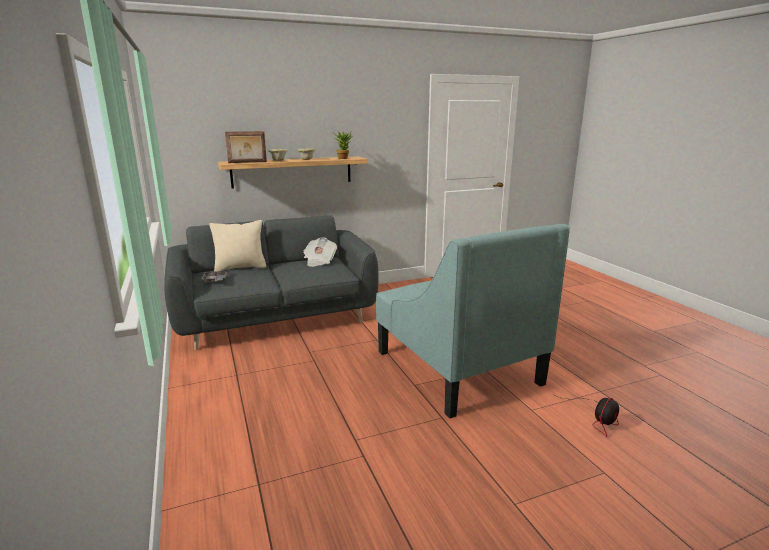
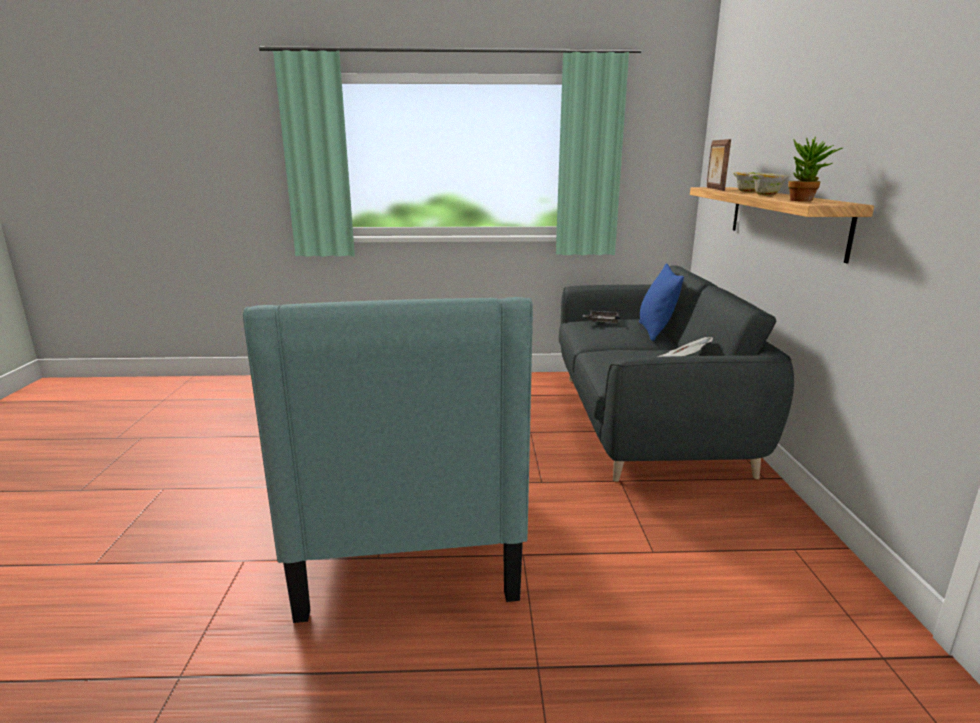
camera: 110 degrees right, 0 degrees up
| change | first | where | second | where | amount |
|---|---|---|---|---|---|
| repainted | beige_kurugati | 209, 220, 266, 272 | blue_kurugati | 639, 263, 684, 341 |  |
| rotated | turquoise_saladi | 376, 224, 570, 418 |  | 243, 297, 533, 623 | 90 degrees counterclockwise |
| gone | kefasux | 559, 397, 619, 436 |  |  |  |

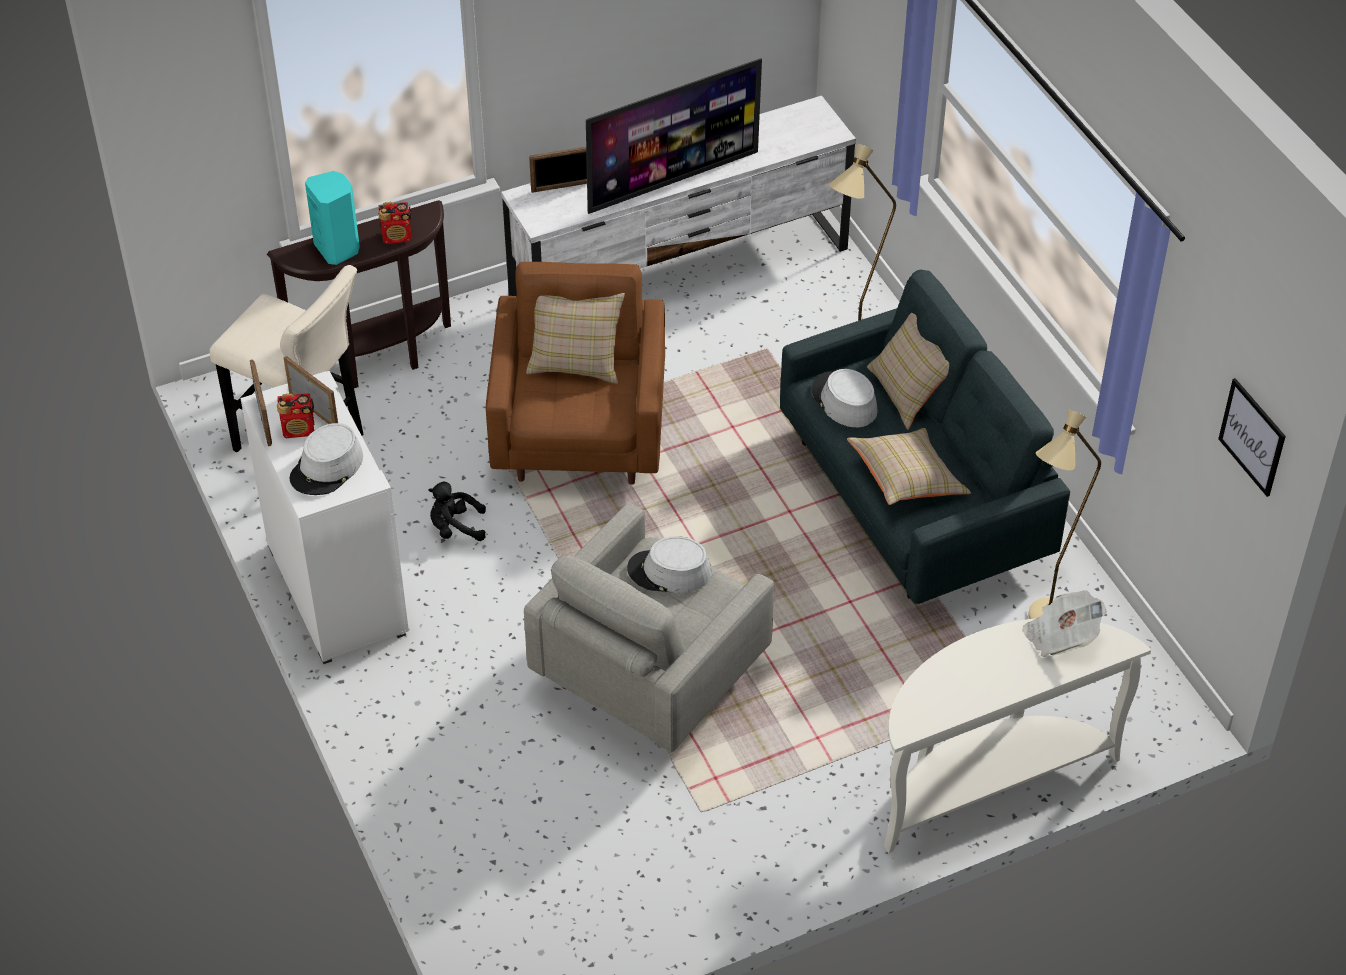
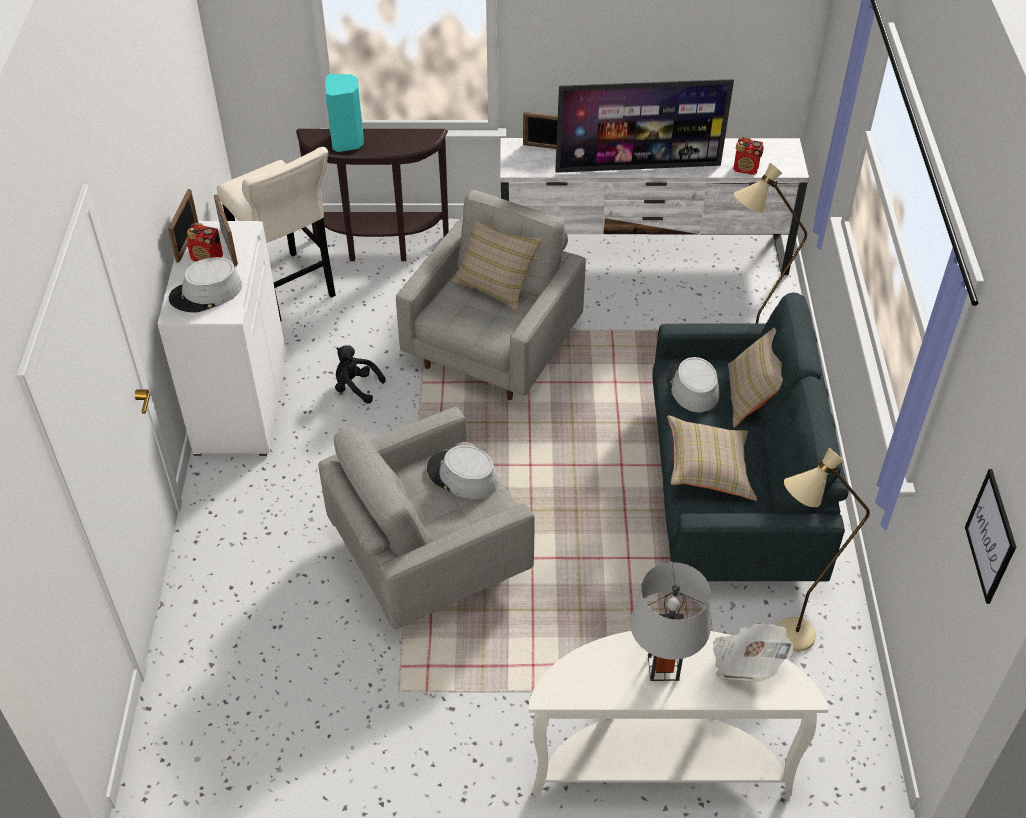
camera: 25 degrees right, 0 degrees up
| change | first | where | second | where | amount |
|---|---|---|---|---|---|
| shifted | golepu | 378, 202, 412, 244 |  | 733, 137, 764, 175 |  |
| repainted | brown_saladi | 486, 262, 665, 485 | grey_saladi | 396, 190, 586, 400 |  |
| new |  |  | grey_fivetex | 630, 562, 710, 681 |  |

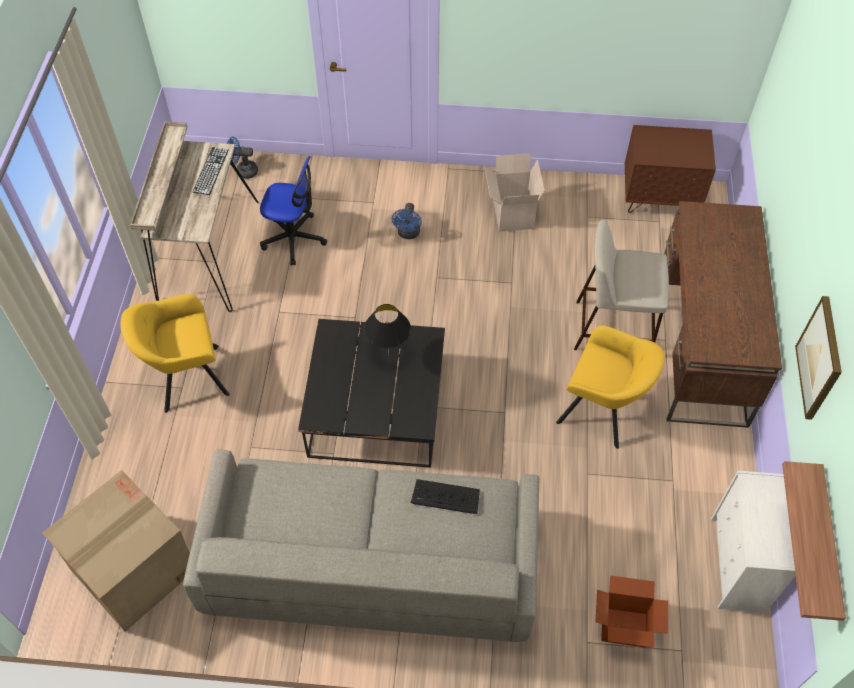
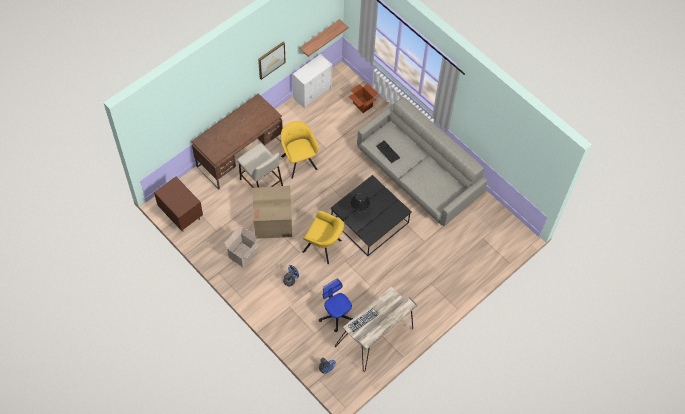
camera: 140 degrees left, 5 degrees up
| change | first | where | second | where | amount |
|---|---|---|---|---|---|
| shifted | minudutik | 42, 470, 190, 631 |  | 253, 186, 292, 239 |  |
| shifted | yellow_saladi | 120, 294, 230, 413 |  | 302, 211, 344, 265 |  |

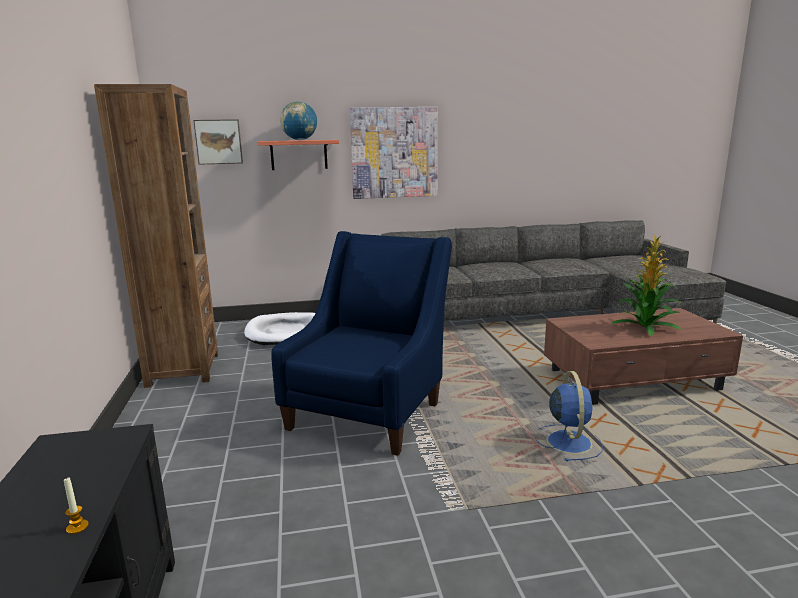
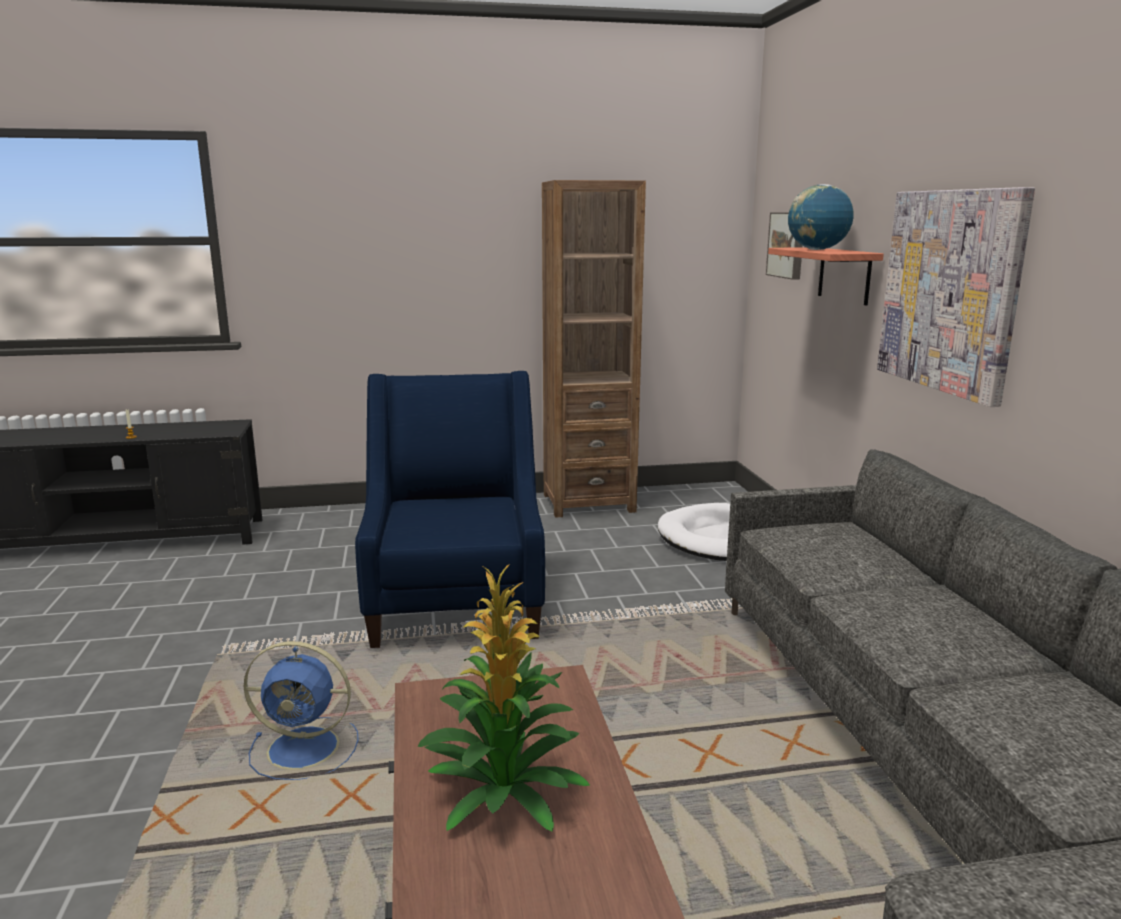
camera: 90 degrees right, 0 degrees up
| change | first | where | second | where | amount |
|---|---|---|---|---|---|
| rotated | blue_saladi | 271, 231, 452, 456 |  | 355, 371, 545, 648 | 120 degrees counterclockwise |

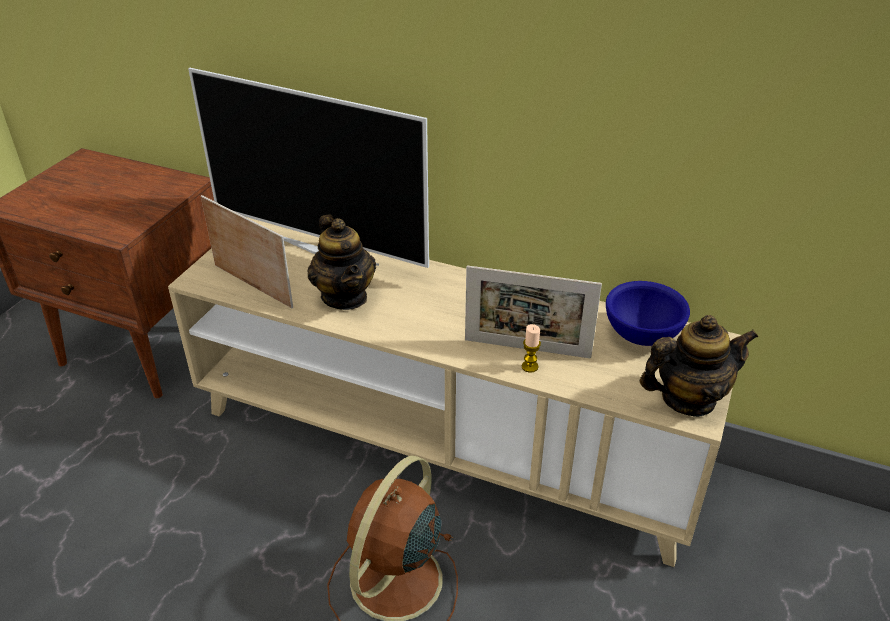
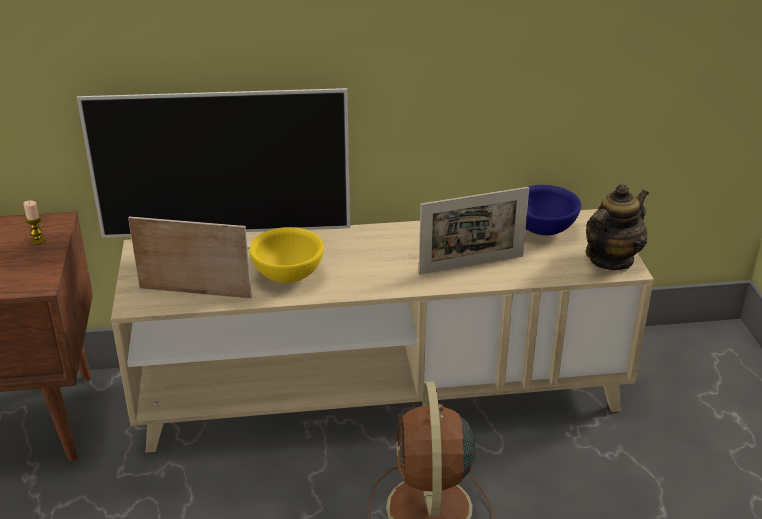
camera: 30 degrees left, 5 degrees down
| change | first | where | second | where | amount |
|---|---|---|---|---|---|
| swapped | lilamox | 308, 215, 376, 310 | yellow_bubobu | 249, 227, 324, 283 |  |
| shifted | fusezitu | 522, 324, 541, 373 |  | 23, 201, 46, 245 |  |

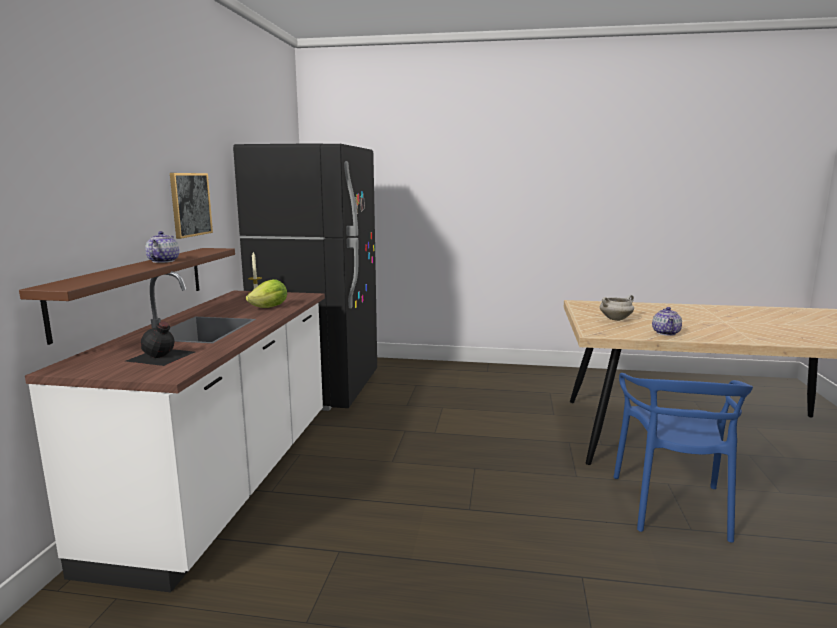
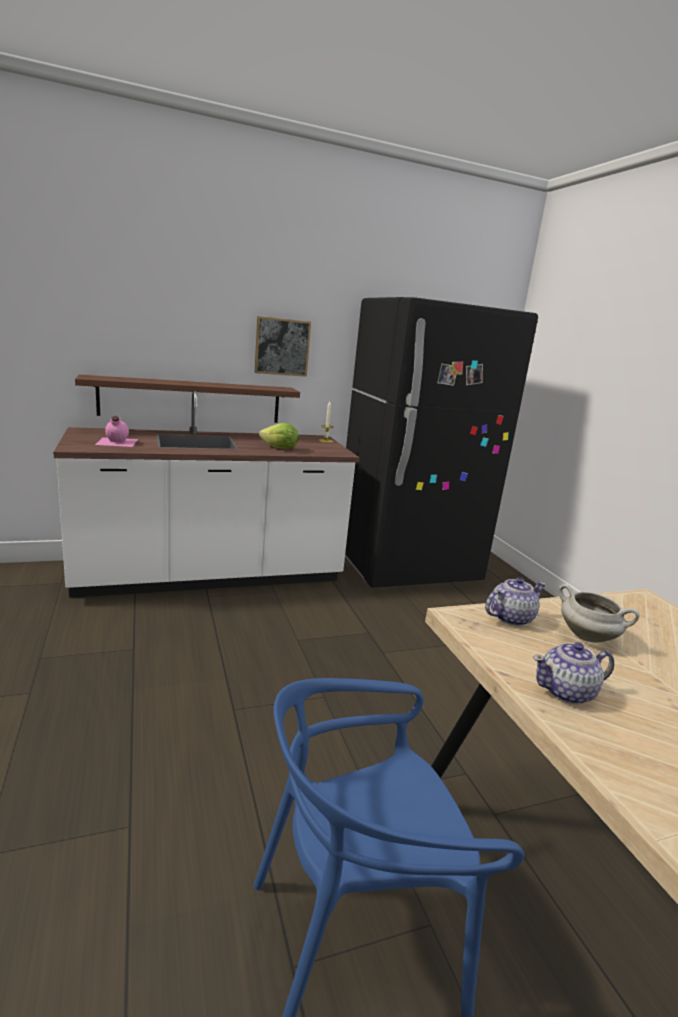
camera: 60 degrees right, 5 degrees up
| change | first | where | second | where | amount |
|---|---|---|---|---|---|
| repainted | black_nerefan | 126, 321, 195, 366 | pink_nerefan | 95, 416, 138, 447 |  |
| shifted | lilamox | 145, 231, 179, 263 |  | 485, 577, 546, 626 |  |

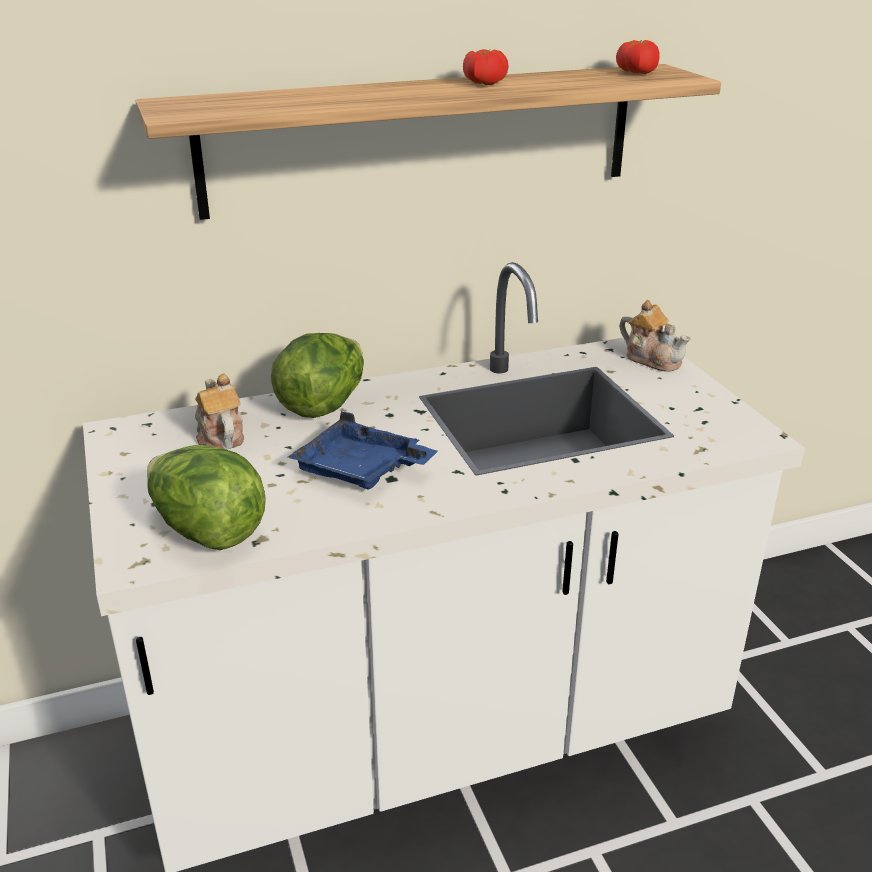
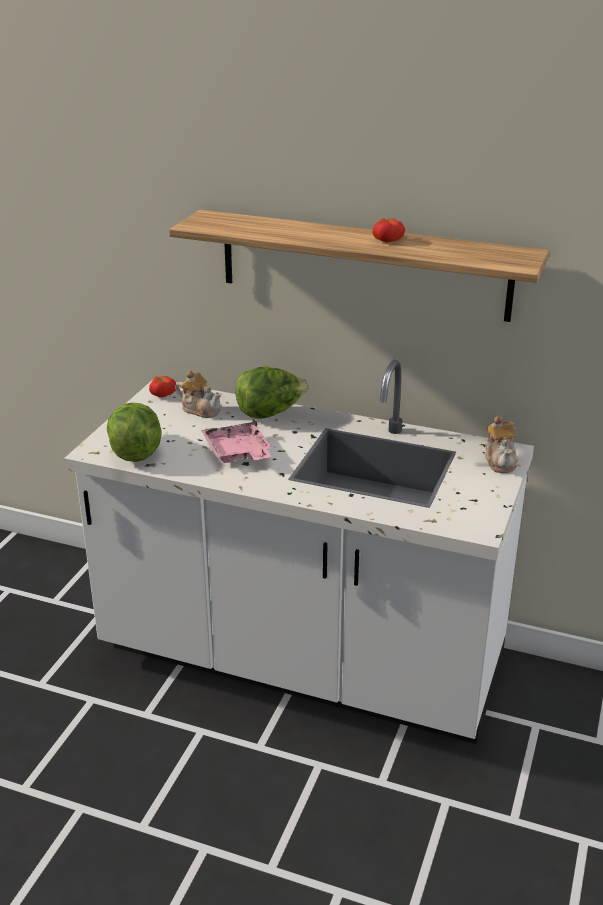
camera: 40 degrees right, 0 degrees up
| change | first | where | second | where | amount |
|---|---|---|---|---|---|
| rotated | lilamox | 195, 374, 244, 450 |  | 175, 370, 221, 418 | 105 degrees clockwise |
| repainted | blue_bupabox | 288, 411, 438, 490 | pink_bupabox | 201, 418, 272, 463 |  |
| shifted | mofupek | 616, 40, 660, 74 |  | 149, 376, 176, 397 |  |

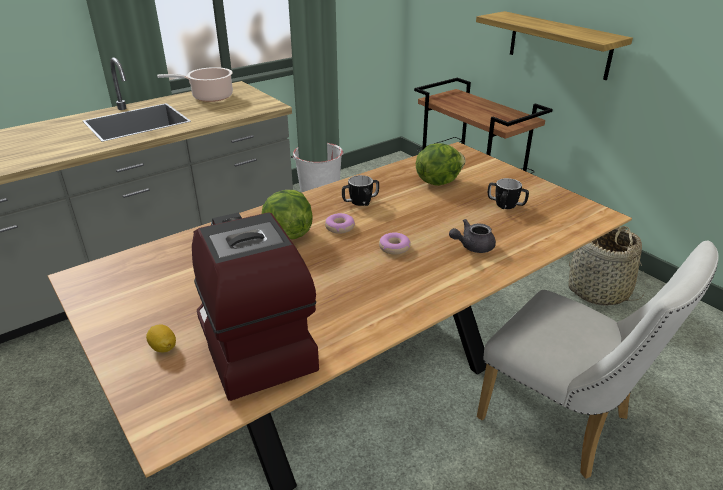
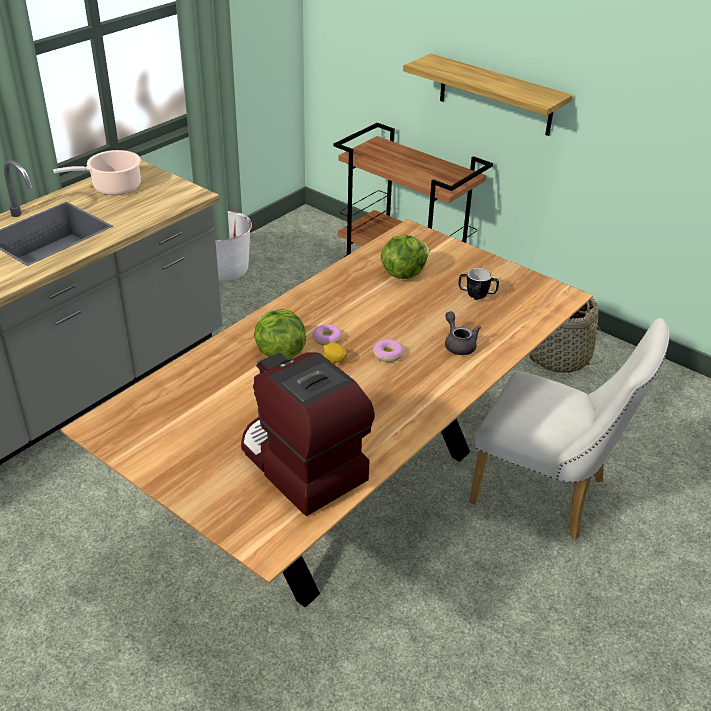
camera: 15 degrees left, 5 degrees up
| change | first | where | second | where | amount |
|---|---|---|---|---|---|
| shifted | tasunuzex | 146, 324, 176, 352 |  | 323, 342, 347, 363 |  |
| gone | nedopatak | 342, 175, 379, 206 |  |  |  |
| rotated | grey_lilamox | 449, 219, 496, 253 |  | 445, 311, 481, 355 | 105 degrees clockwise |

